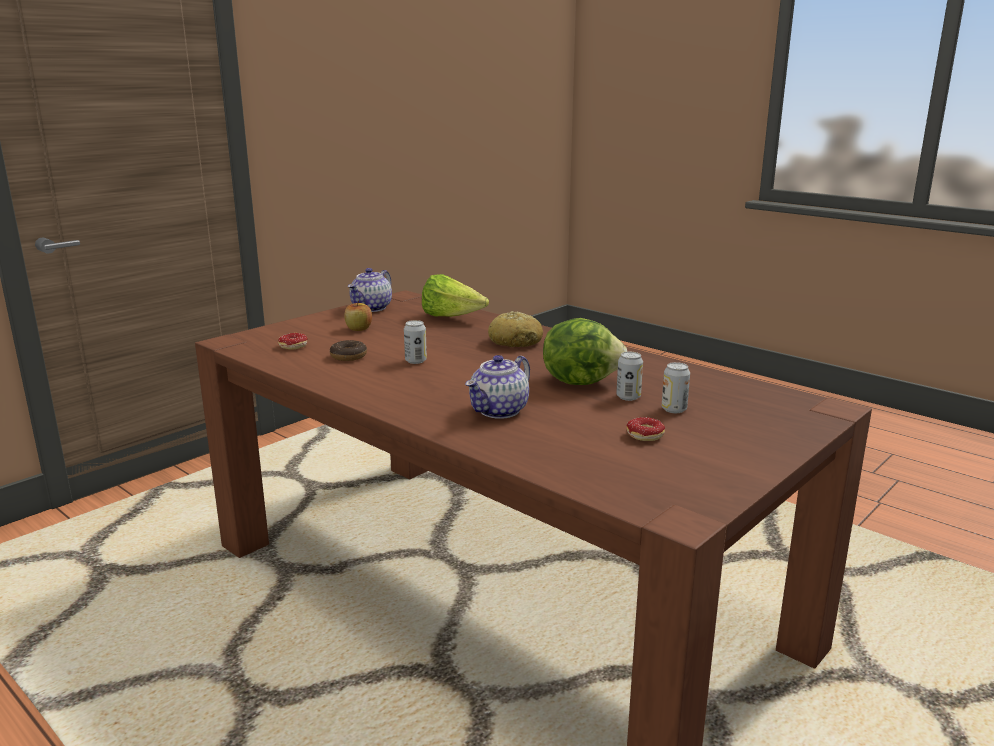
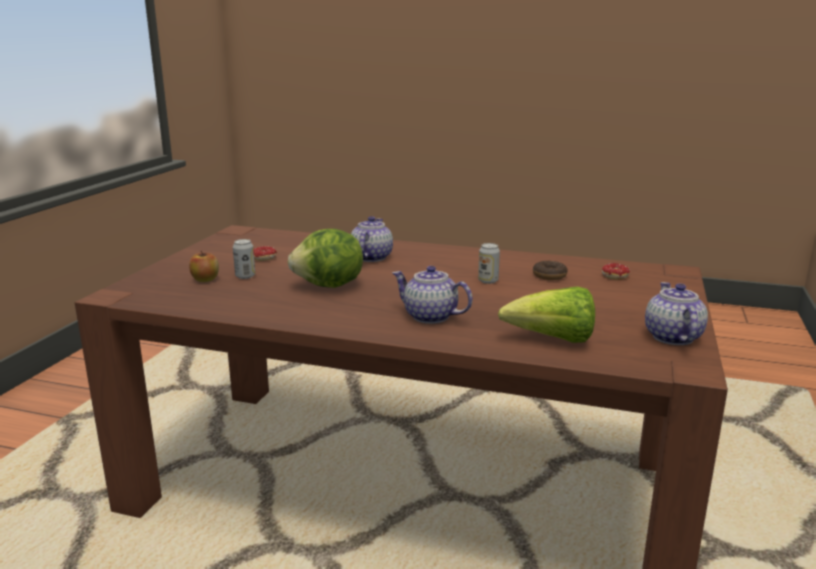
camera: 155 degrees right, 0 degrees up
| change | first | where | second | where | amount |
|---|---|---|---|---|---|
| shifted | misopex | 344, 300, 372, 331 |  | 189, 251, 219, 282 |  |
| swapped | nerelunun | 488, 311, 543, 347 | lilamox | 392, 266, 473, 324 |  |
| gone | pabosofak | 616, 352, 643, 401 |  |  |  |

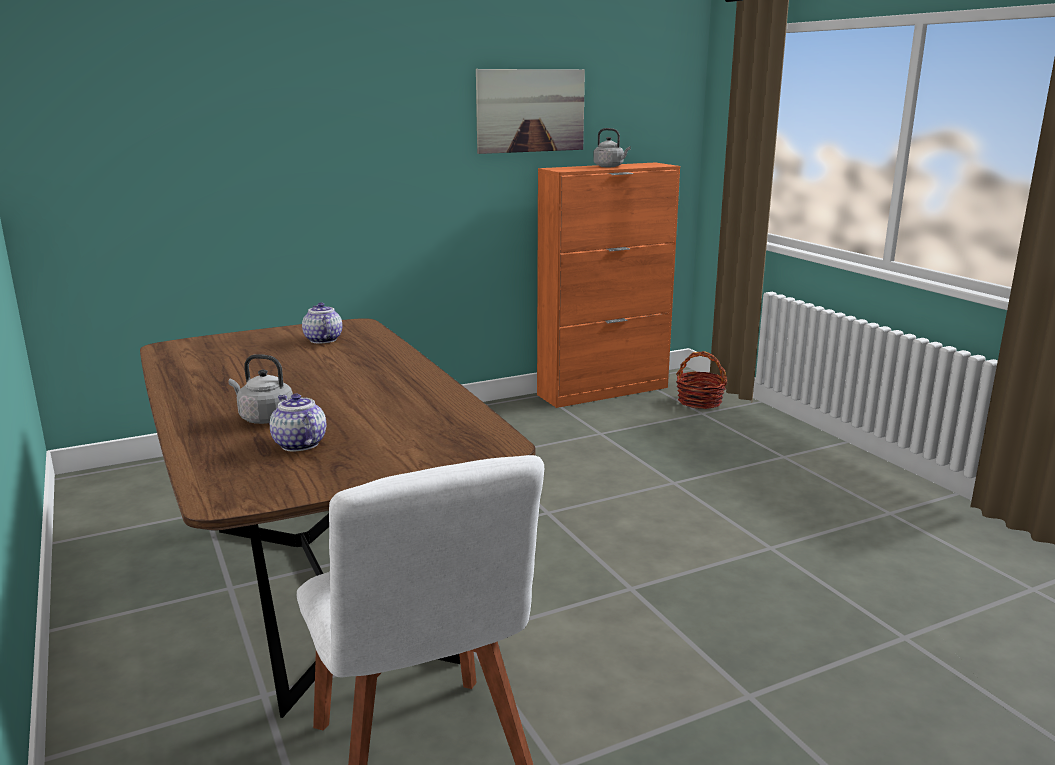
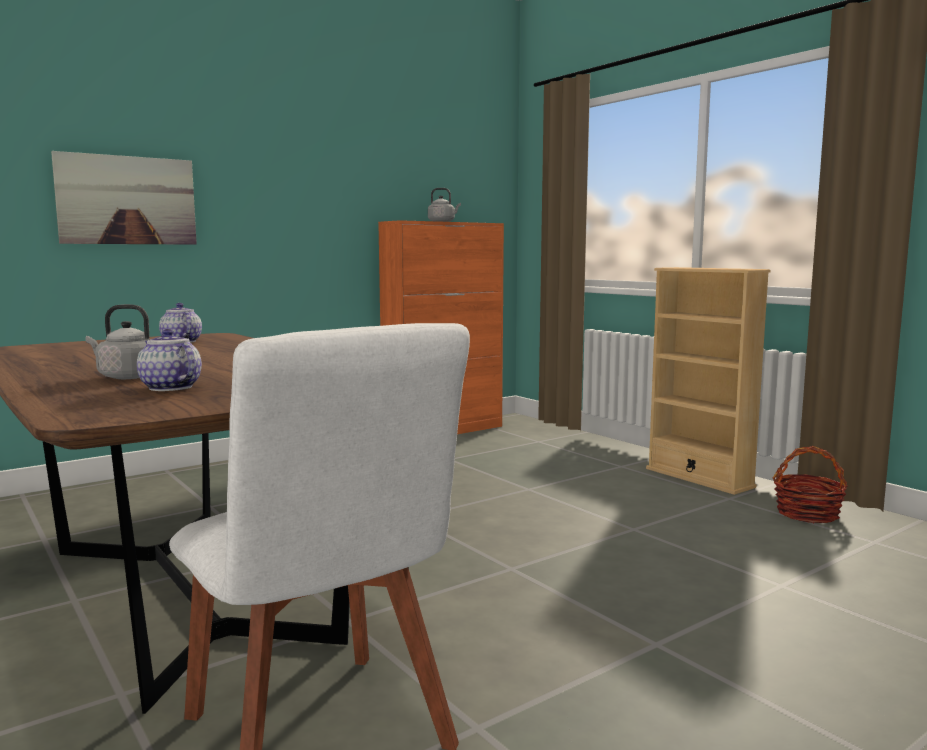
camera: 10 degrees left, 10 degrees down
| change | first | where | second | where | amount |
|---|---|---|---|---|---|
| shifted | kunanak | 476, 69, 585, 154 |  | 51, 151, 197, 245 |  |
| shifted | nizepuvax | 676, 351, 727, 409 |  | 773, 446, 848, 523 |  |
| new |  |  | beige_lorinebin | 646, 267, 771, 495 |  |

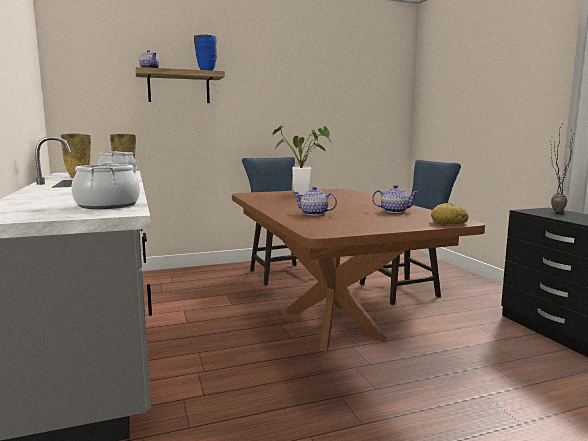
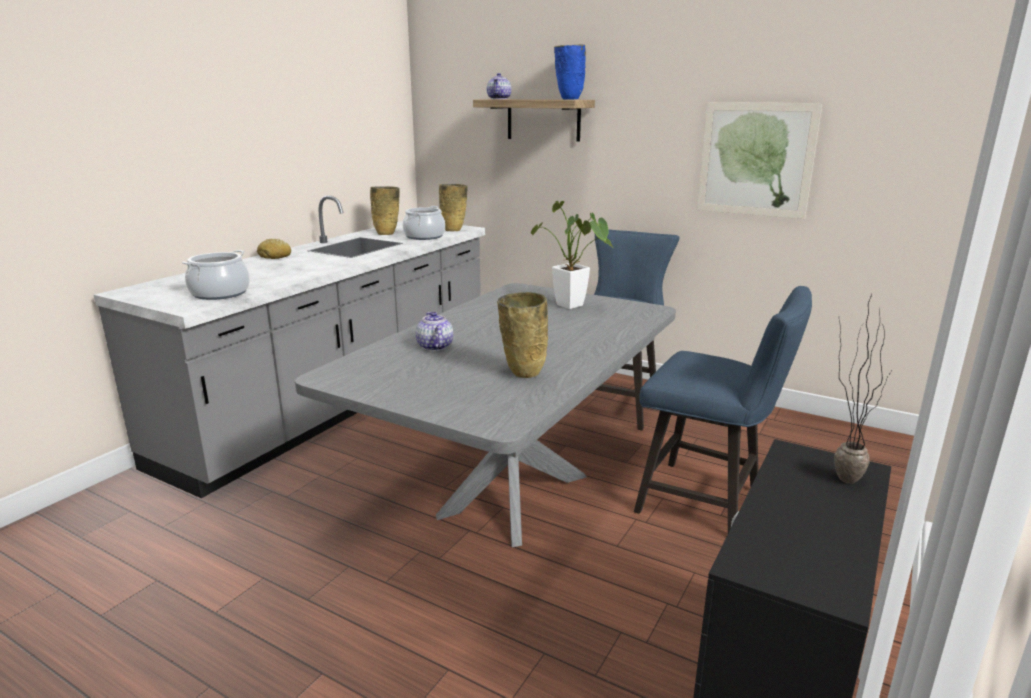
camera: 50 degrees right, 10 degrees up
| change | first | where | second | where | amount |
|---|---|---|---|---|---|
| repainted | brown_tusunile | 232, 189, 485, 352 | grey_tusunile | 295, 283, 676, 547 |  |
| swapped | lilamox | 372, 185, 418, 213 | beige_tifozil | 497, 292, 548, 378 |  |
| shifted | nerelunun | 431, 203, 468, 224 |  | 257, 239, 291, 259 |  |
| new |  |  | kunanak | 697, 102, 822, 219 |  |

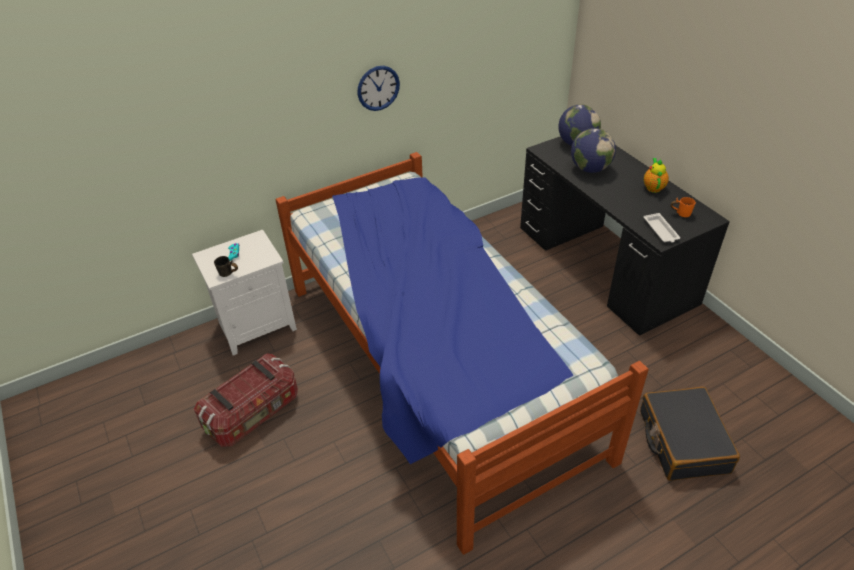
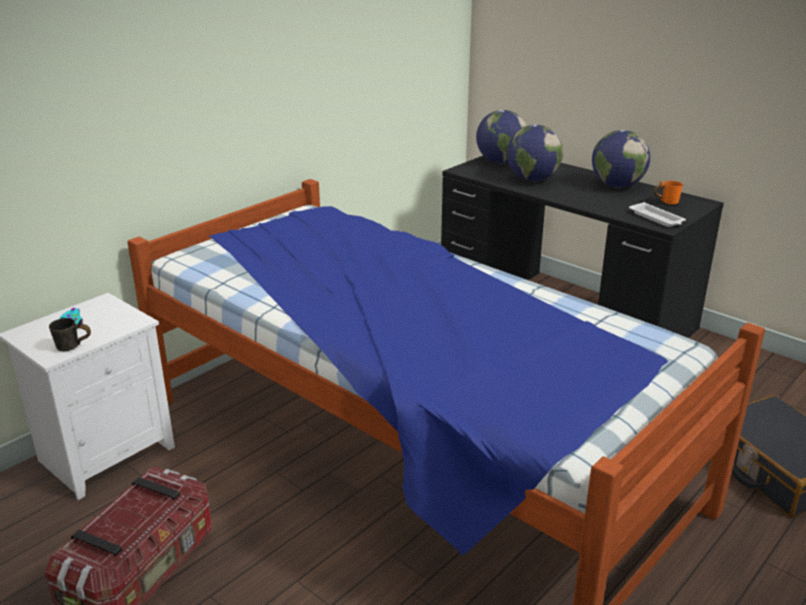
camera: 20 degrees left, 15 degrees down
| change | first | where | second | where | amount |
|---|---|---|---|---|---|
| gone | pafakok | 357, 66, 400, 111 |  |  |  |
| swapped | lilamox | 644, 158, 669, 193 | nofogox | 592, 130, 650, 188 |  |

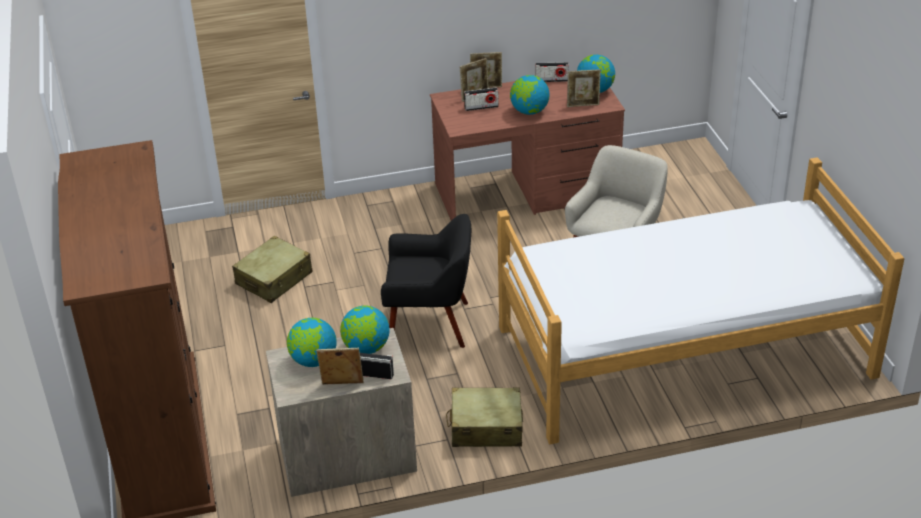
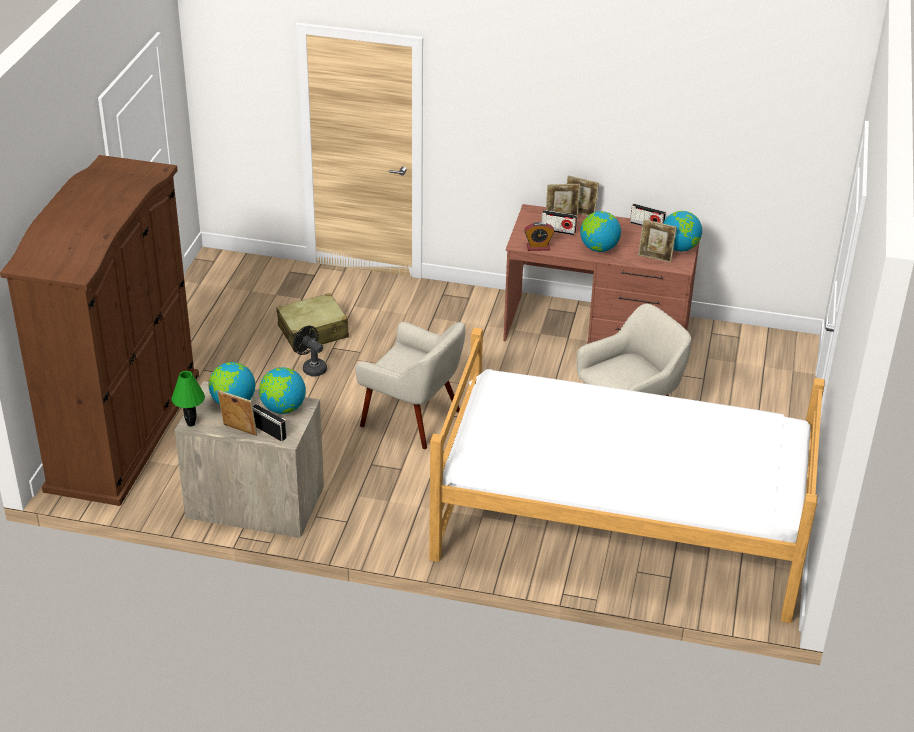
camera: 25 degrees right, 0 degrees up
| change | first | where | second | where | amount |
|---|---|---|---|---|---|
| repainted | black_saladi | 381, 214, 471, 348 | beige_saladi | 355, 322, 465, 449 |  |
| gone | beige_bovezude | 446, 387, 523, 447 |  |  |  |
| new |  |  | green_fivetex | 171, 371, 205, 427 |  |
| new |  |  | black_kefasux | 293, 326, 327, 377 |  |
| new |  |  | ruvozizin | 524, 222, 554, 251 |  |

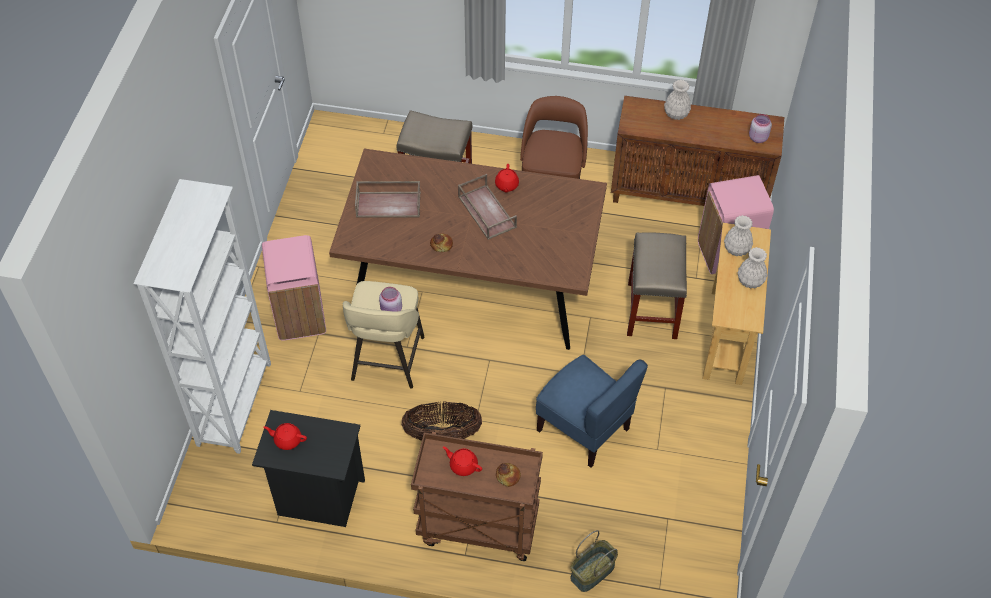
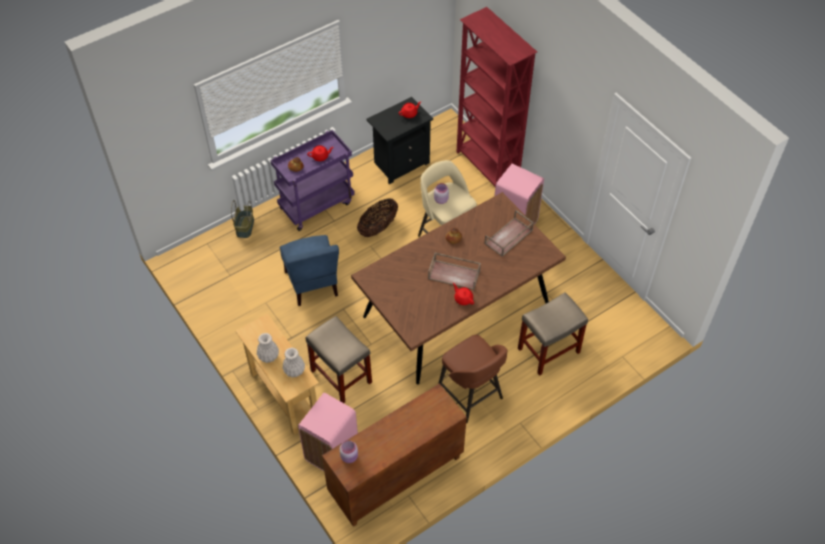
camera: 135 degrees right, 0 degrees up
| change | first | where | second | where | amount |
|---|---|---|---|---|---|
| repainted | white_lorinebin | 133, 179, 271, 454 | red_lorinebin | 457, 7, 537, 186 |  |
| repainted | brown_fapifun | 411, 432, 543, 561 | purple_fapifun | 270, 130, 355, 231 |  |
| rotated | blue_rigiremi | 536, 355, 648, 468 |  | 280, 235, 339, 306 | 105 degrees counterclockwise |
| gone | white_tifozil | 664, 80, 691, 120 |  |  |  |

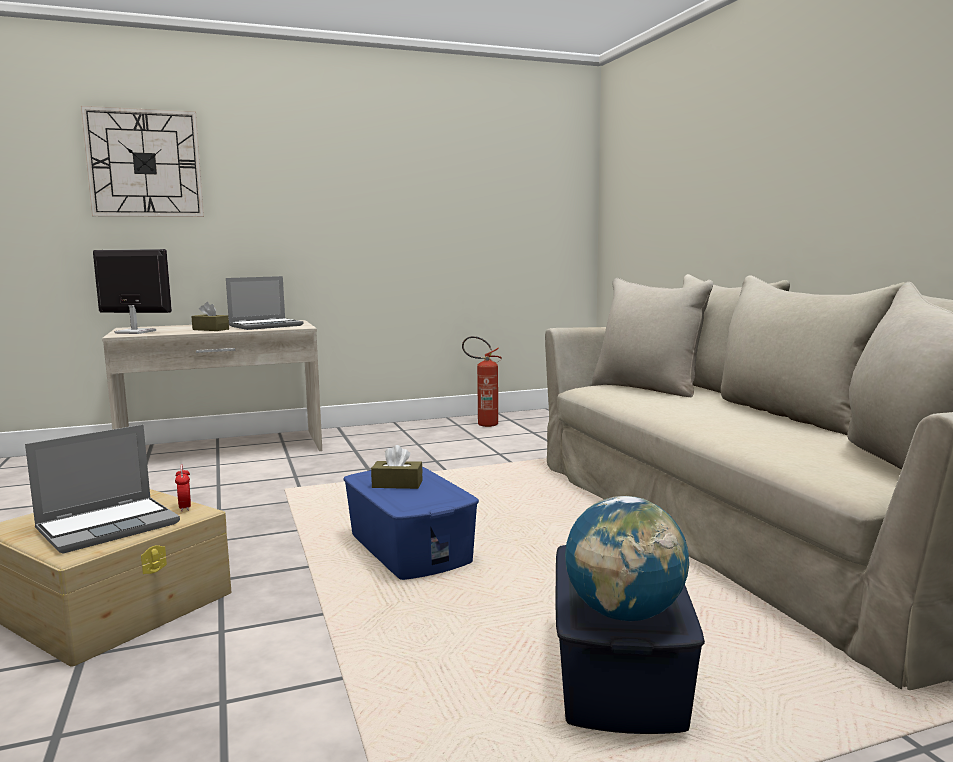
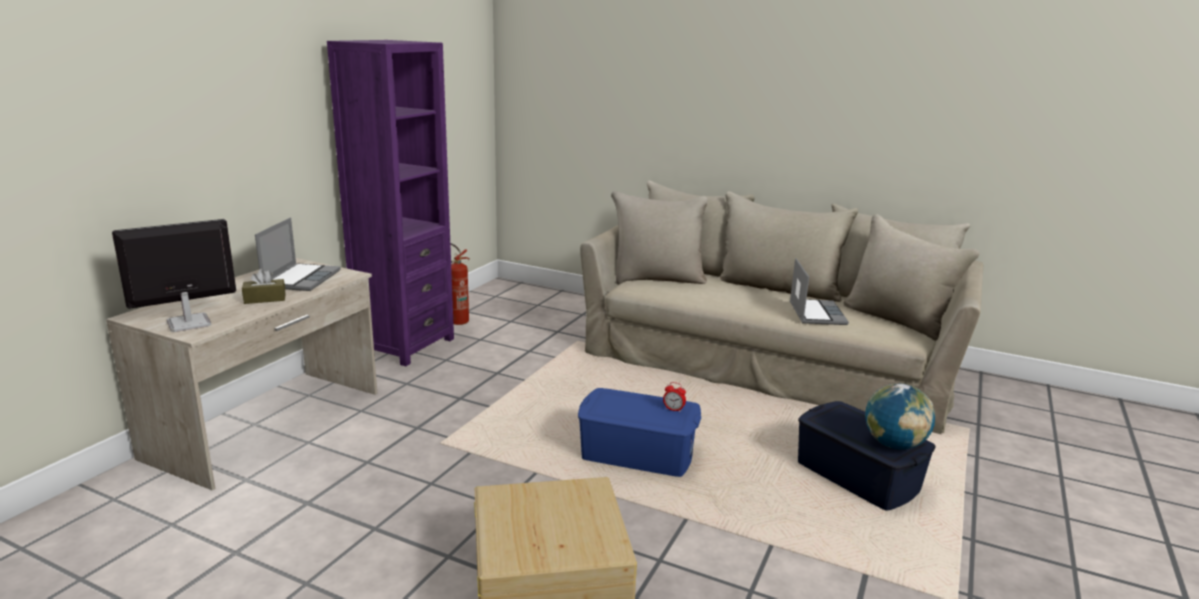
camera: 45 degrees left, 10 degrees up
| change | first | where | second | where | amount |
|---|---|---|---|---|---|
| shifted | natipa | 25, 425, 180, 554 |  | 790, 258, 849, 325 |  |
| gone | pafakok | 81, 106, 204, 217 |  |  |  |
| shifted | ruvozizin | 175, 465, 191, 512 |  | 663, 382, 686, 412 |  |
| gone | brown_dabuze | 371, 445, 423, 489 |  |  |  |
| new |  |  | purple_lorinebin | 327, 40, 454, 366 |  |

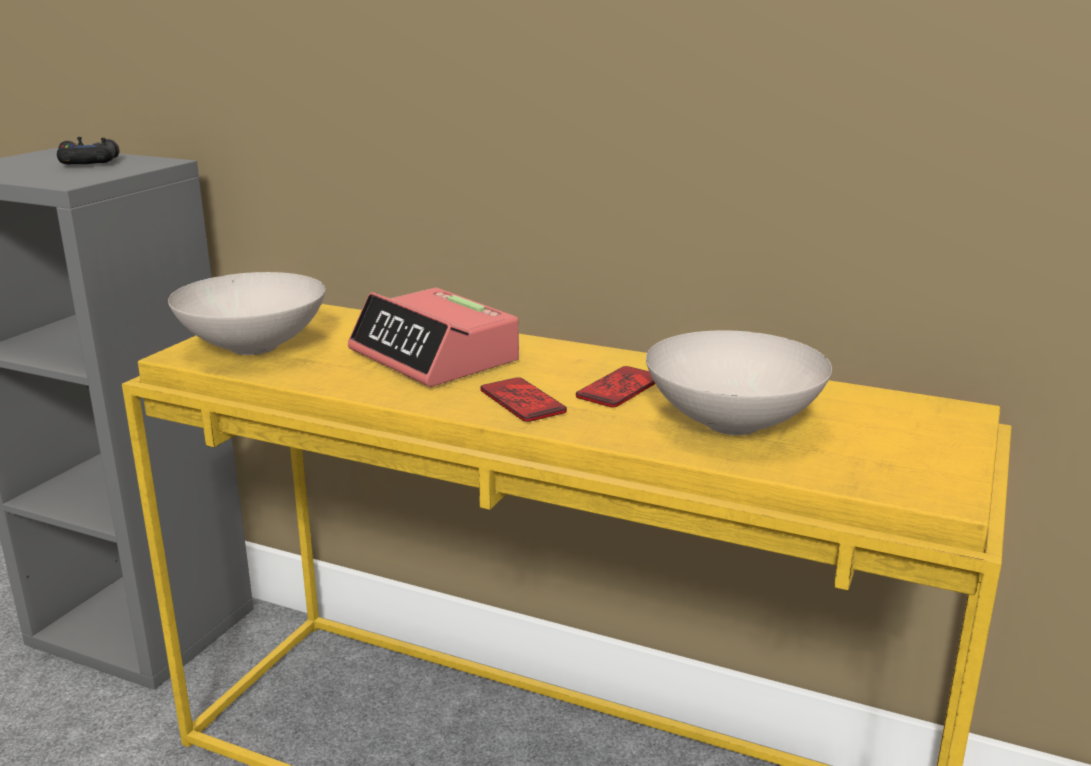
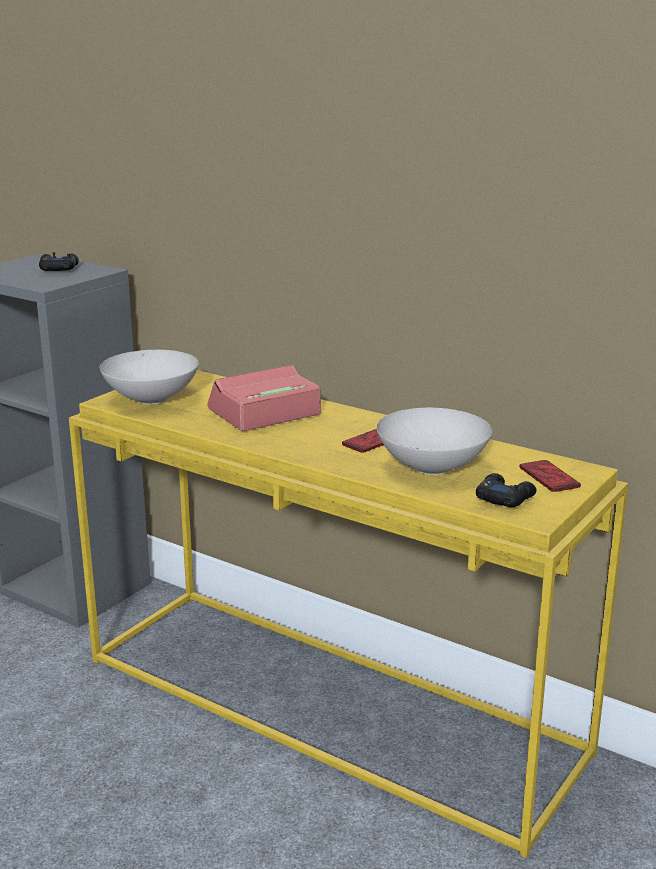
camera: 10 degrees right, 0 degrees up
| change | first | where | second | where | amount |
|---|---|---|---|---|---|
| rotated | ruvozizin | 348, 288, 519, 387 |  | 207, 365, 321, 431 | 90 degrees clockwise |
| shifted | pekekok | 480, 377, 567, 422 |  | 519, 460, 581, 492 |  |
| new |  |  | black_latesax | 476, 473, 537, 507 |  |

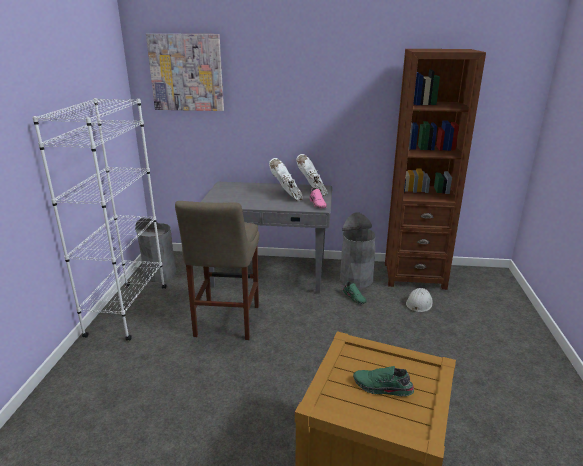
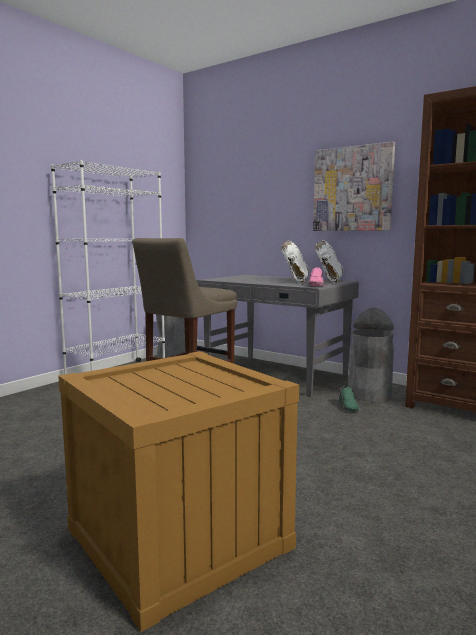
camera: 30 degrees right, 15 degrees down
| change | first | where | second | where | amount |
|---|---|---|---|---|---|
| shifted | kunanak | 146, 34, 224, 111 |  | 313, 141, 395, 231 |  |
| gone | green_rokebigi | 353, 366, 414, 396 |  |  |  |
| gone | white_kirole | 406, 288, 433, 312 |  |  |  |

